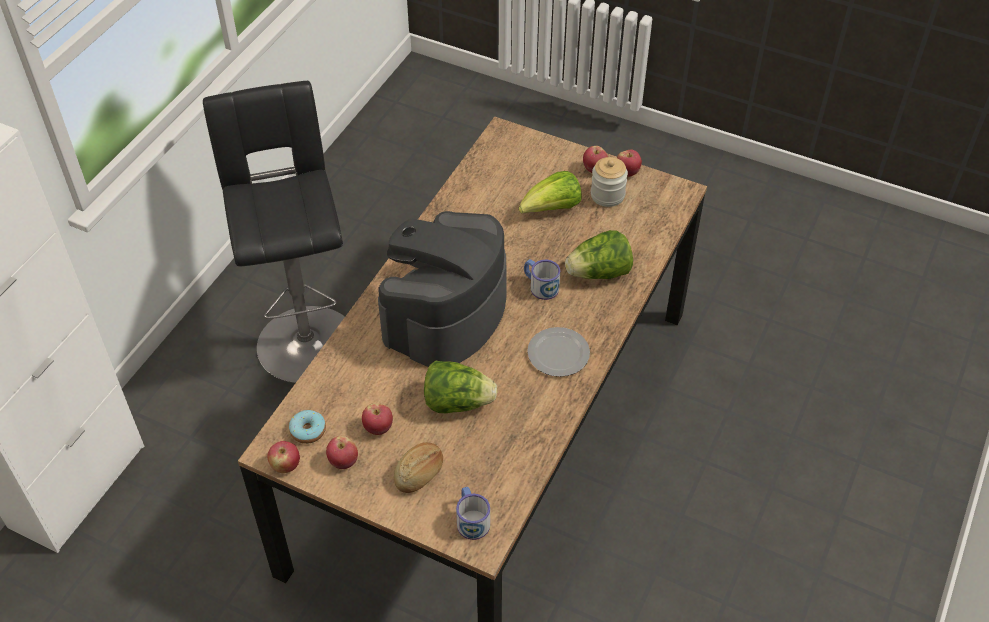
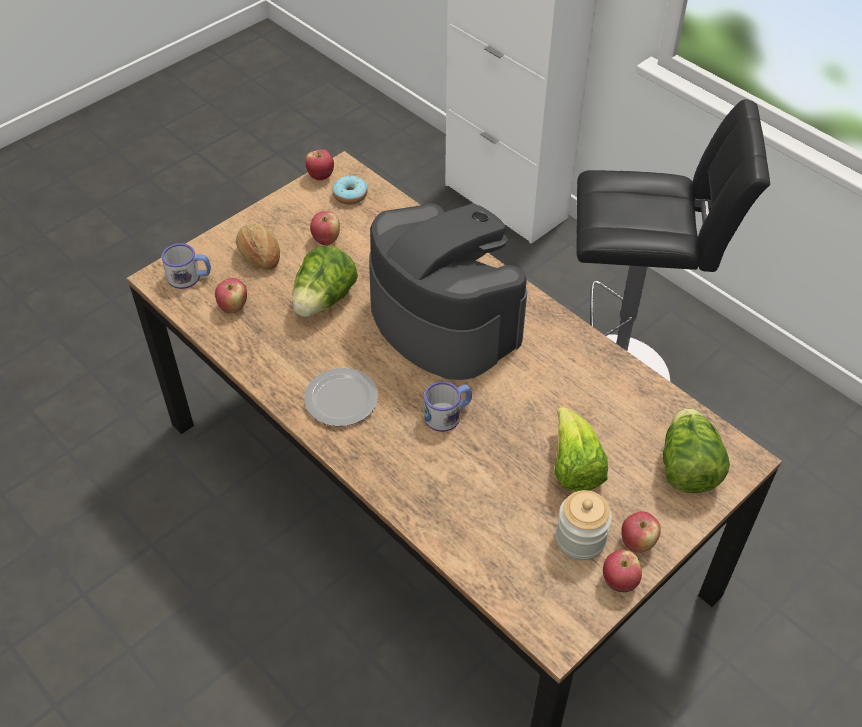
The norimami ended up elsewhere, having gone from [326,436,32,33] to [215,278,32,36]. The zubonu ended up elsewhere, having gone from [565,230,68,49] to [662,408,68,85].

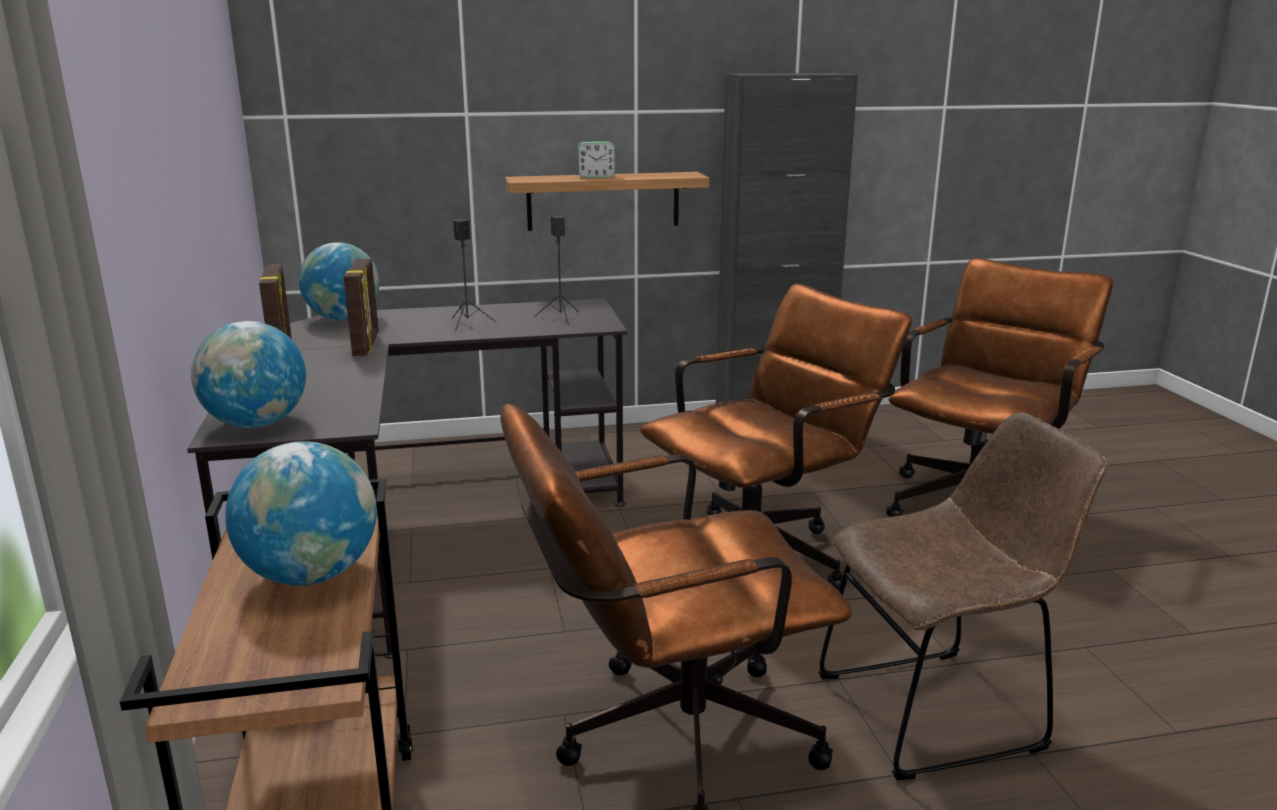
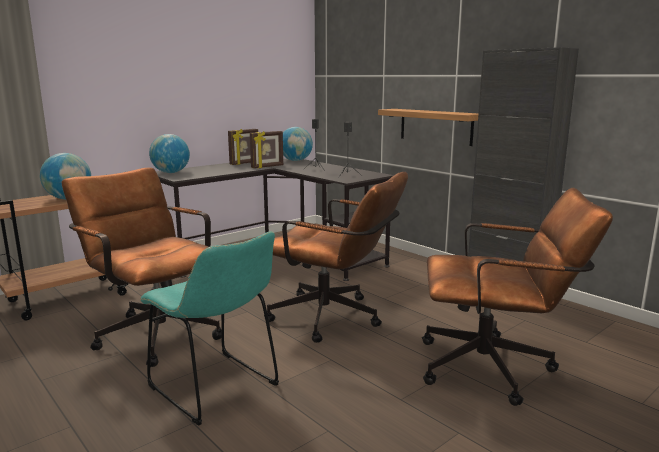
The second view lost the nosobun at [577,141,38,37]. What was the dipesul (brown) at [818,412,289,369] turned into the dipesul (turquoise) at [140,231,139,195].

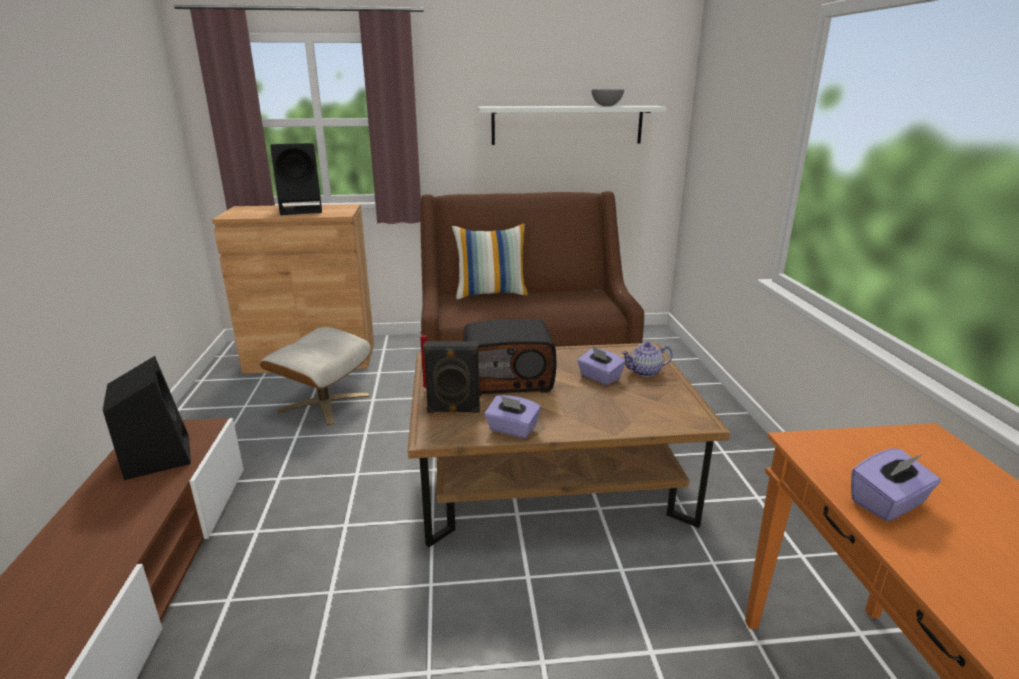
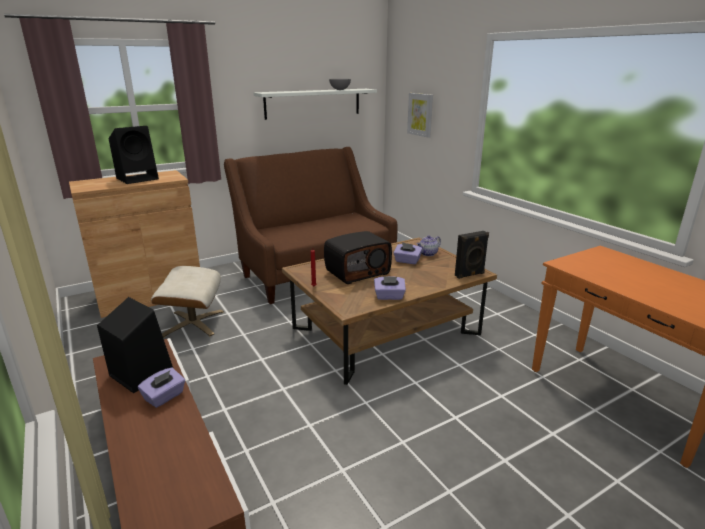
The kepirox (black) ended up elsewhere, having gone from [423,341,57,72] to [455,231,34,48]. The second view lost the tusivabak at [452,223,77,76]. The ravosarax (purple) ended up elsewhere, having gone from [851,449,90,72] to [138,367,47,41]. The second view gained the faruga at [407,93,26,45].

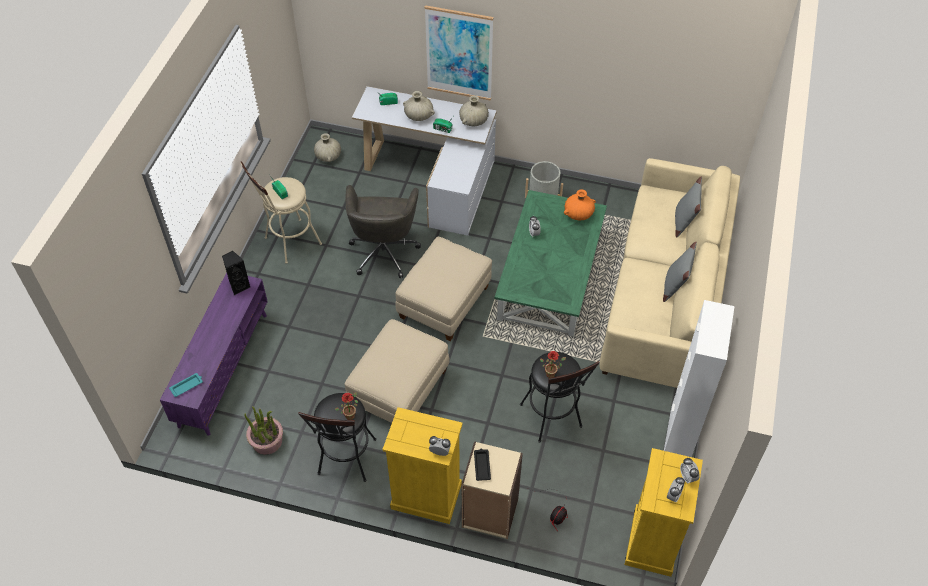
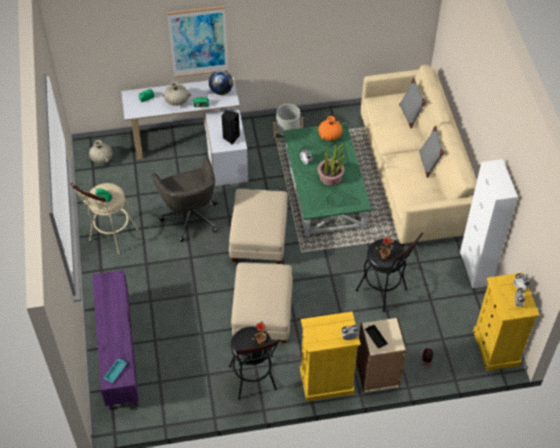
The kepirox (black) ended up elsewhere, having gone from [222,251,28,44] to [221,110,19,34]. The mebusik ended up elsewhere, having gone from [244,406,39,49] to [318,144,27,42]. Where the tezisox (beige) stood at [459,95,30,31], the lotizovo came to stand at [209,70,24,25].

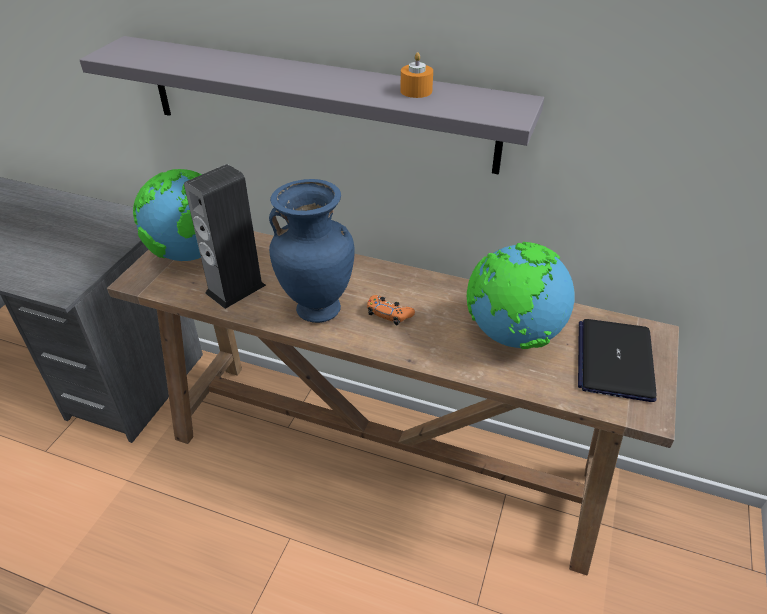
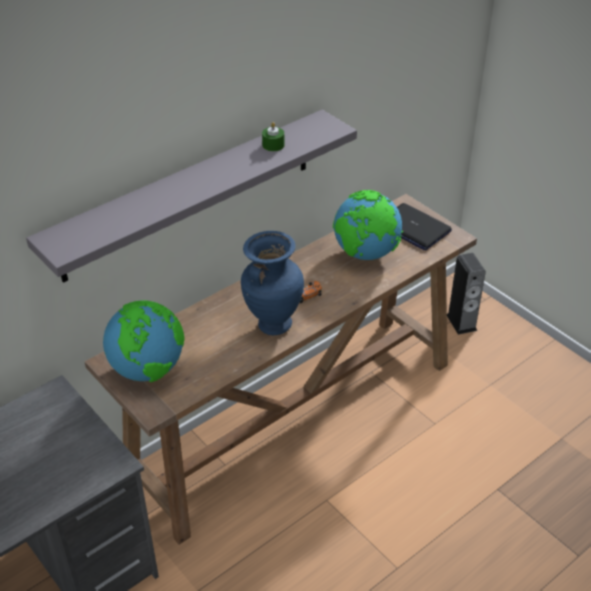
The kepirox ended up elsewhere, having gone from [184,164,82,145] to [447,253,39,82]. What was the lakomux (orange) at [400,52,33,46] turned into the lakomux (green) at [262,122,22,29].

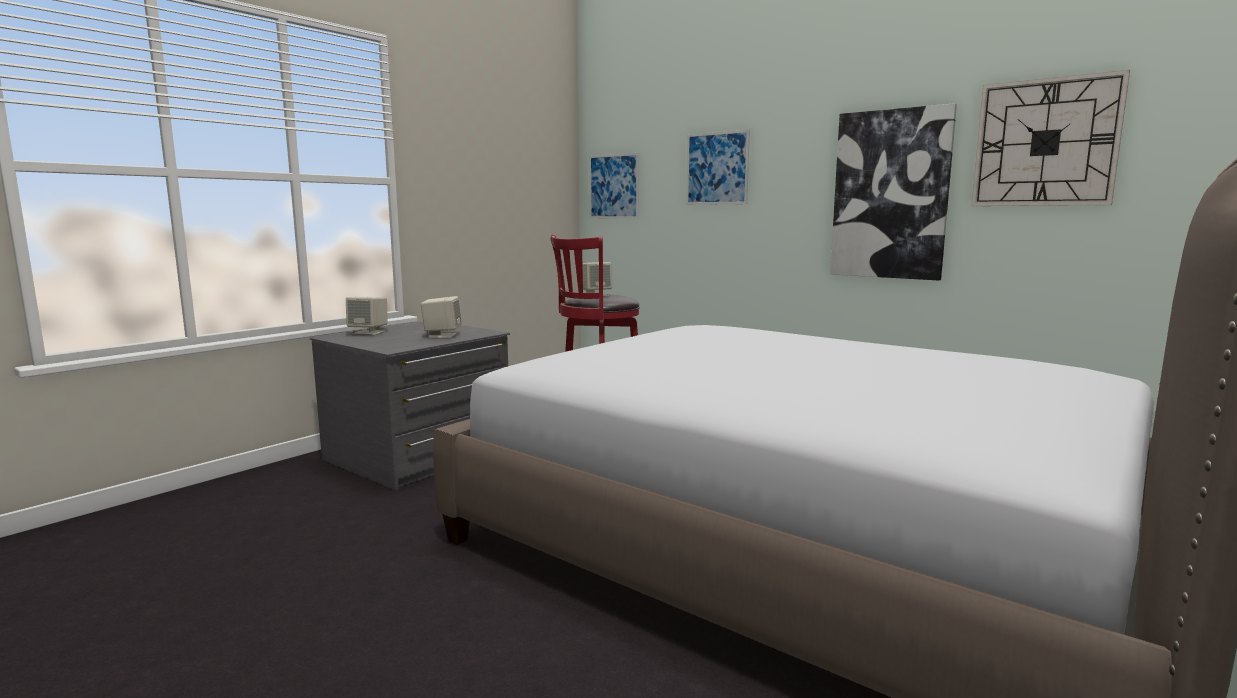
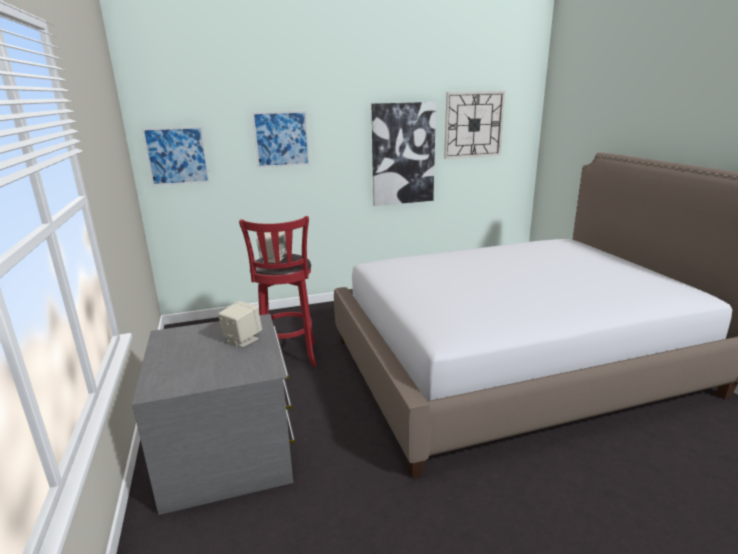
The second view lost the kepirox (beige) at [346,297,42,38].

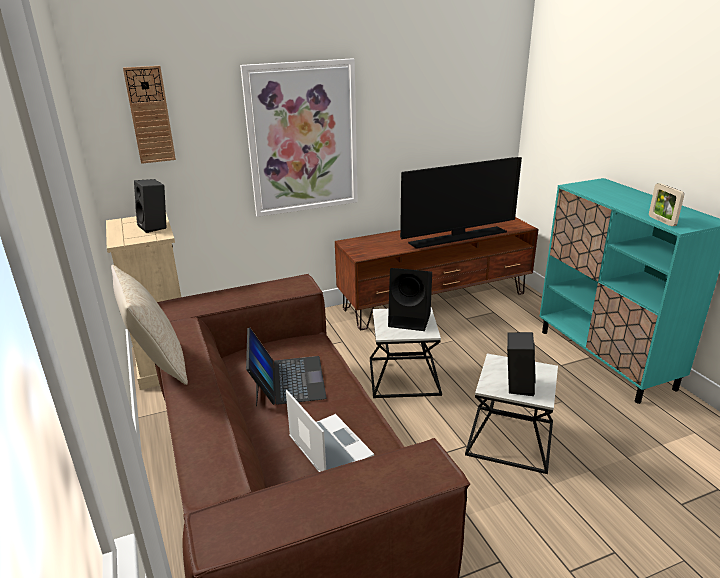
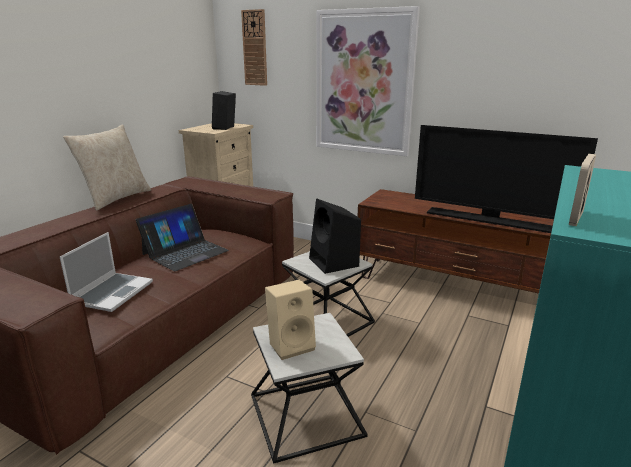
What was the kepirox (black) at [507,332,28,64] turned into the kepirox (beige) at [265,280,51,80].

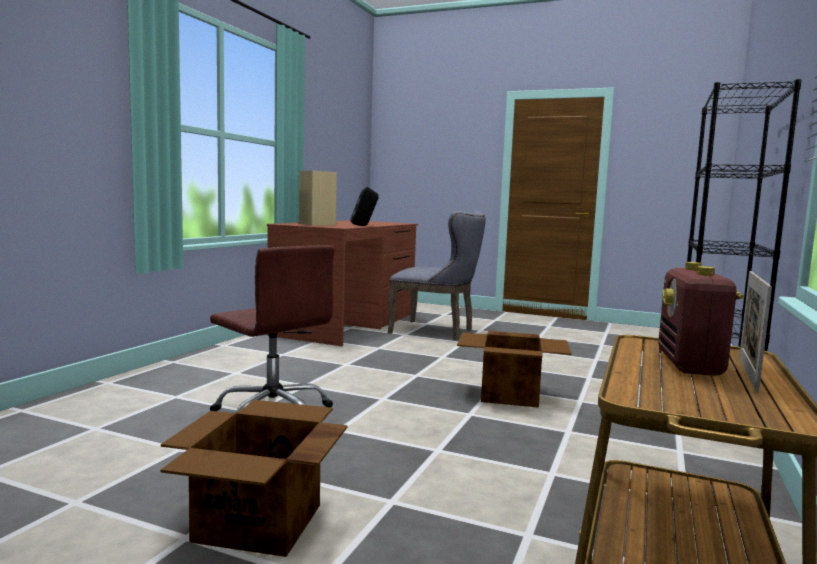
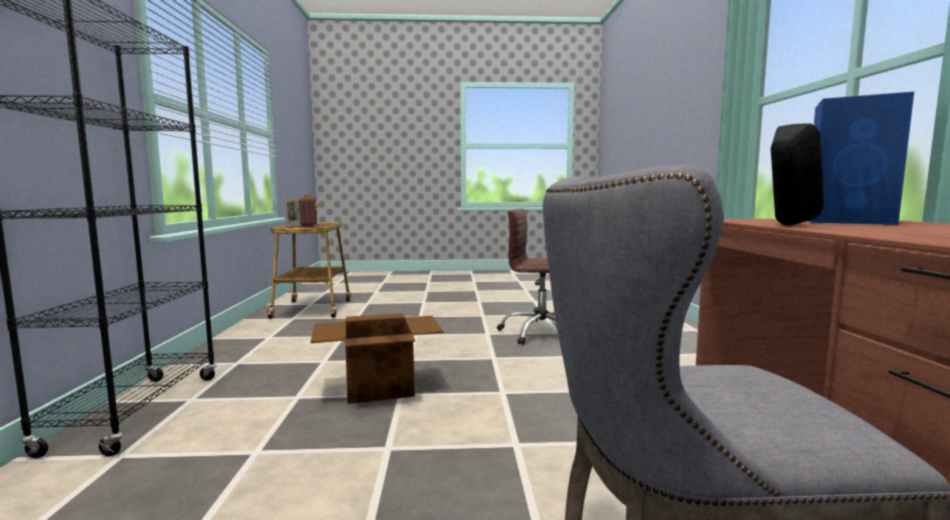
The second view lost the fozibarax at [160,400,187,157]. What was the kepirox (beige) at [299,171,38,54] turned into the kepirox (blue) at [809,92,105,133].

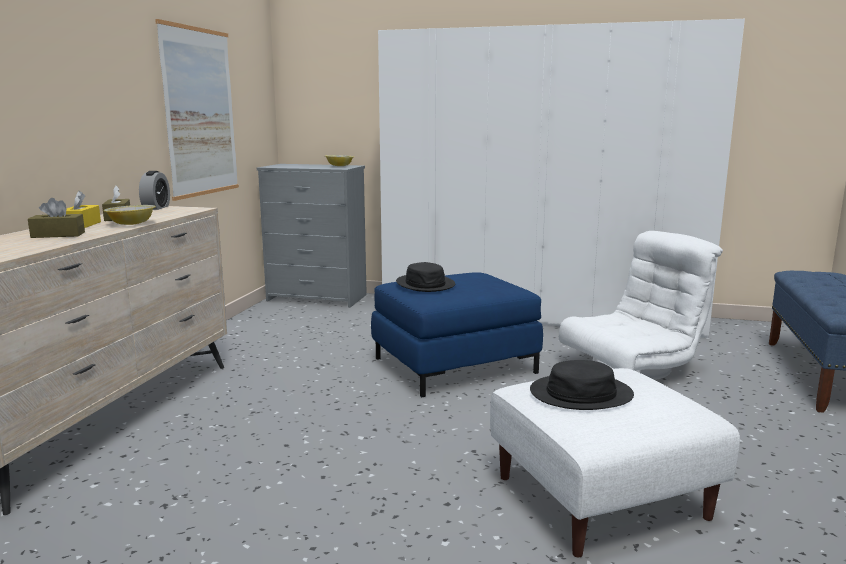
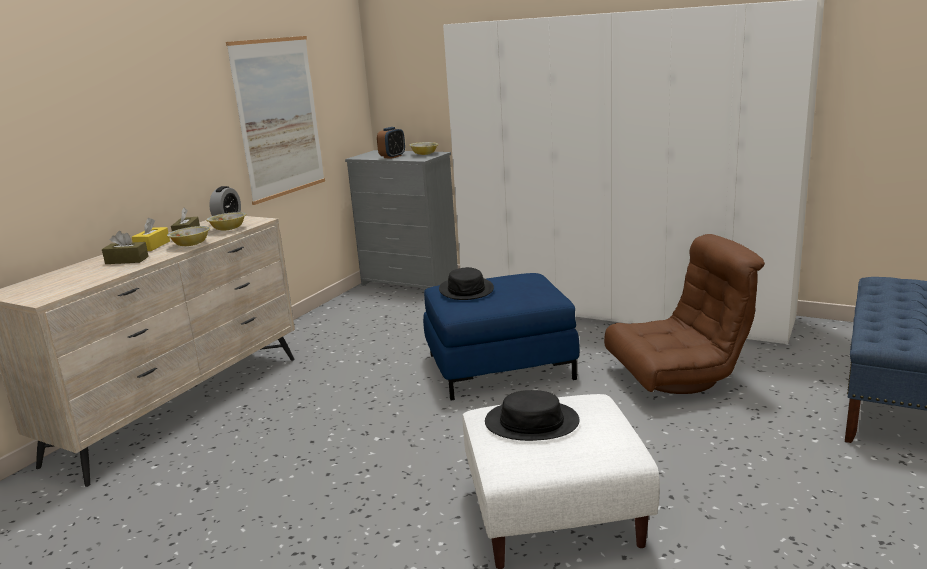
What was the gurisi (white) at [559,231,164,149] turned into the gurisi (brown) at [604,234,161,160]. The second view gained the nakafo at [206,212,40,18]. The second view gained the nosobun at [377,127,28,32].

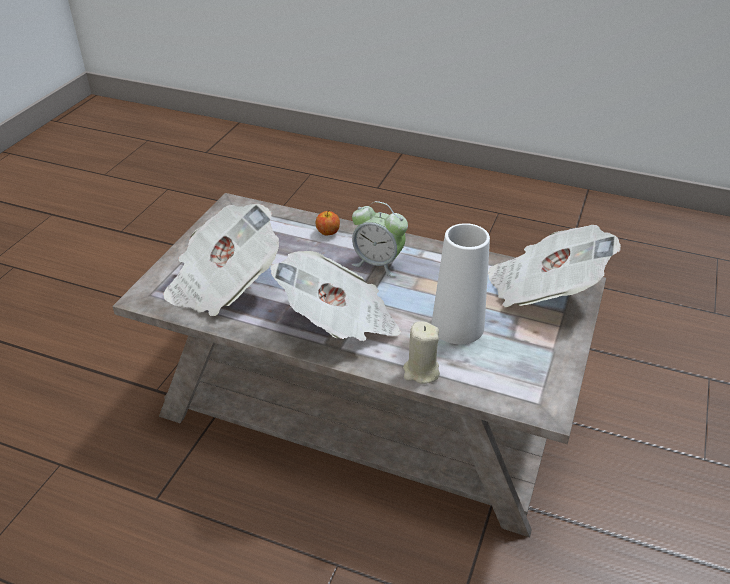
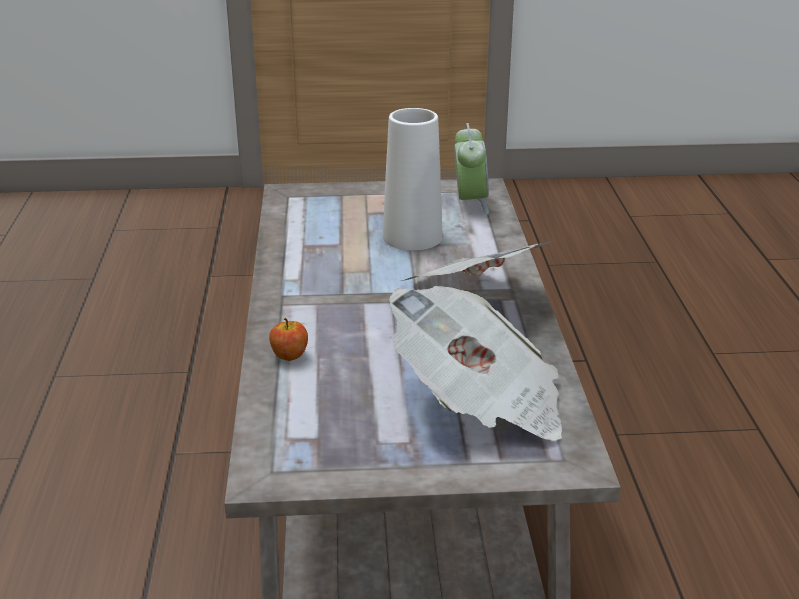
The nosobun ended up elsewhere, having gone from [352,201,56,76] to [454,123,35,92]. The second view lost the lakomux (beige) at [403,321,37,63]. The second view lost the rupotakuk at [488,225,133,82].

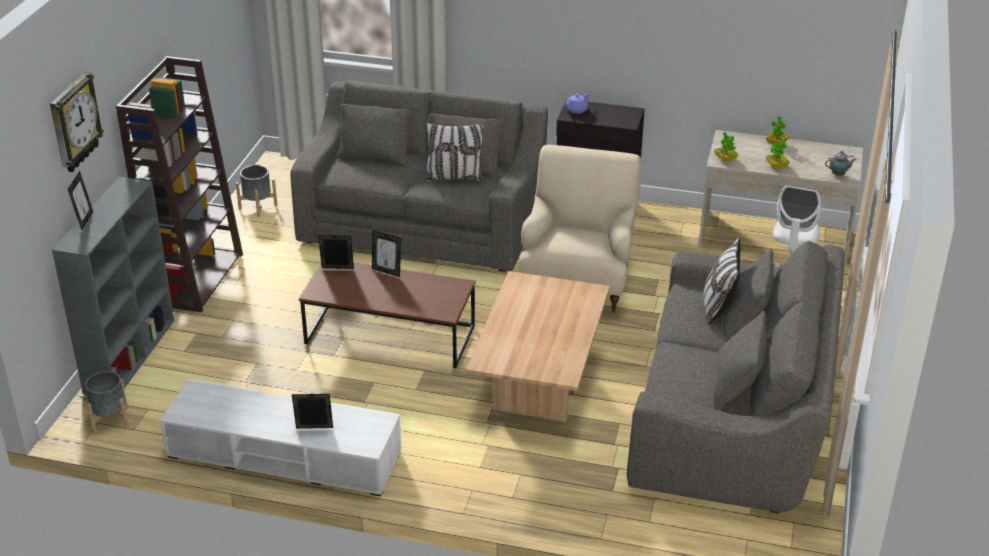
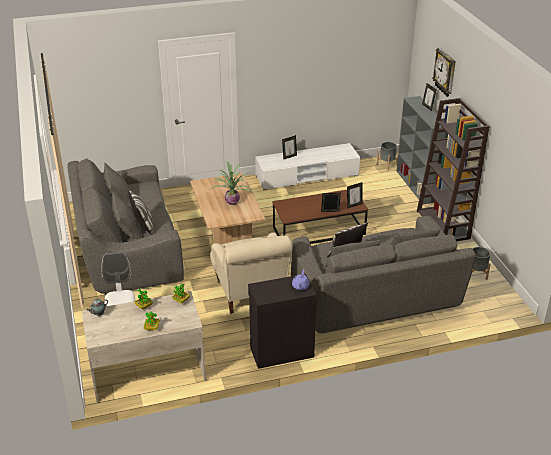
The second view gained the mebusik at [211,161,41,44].

